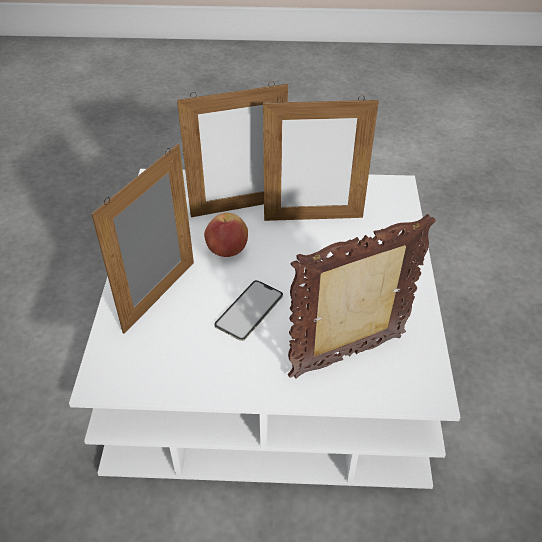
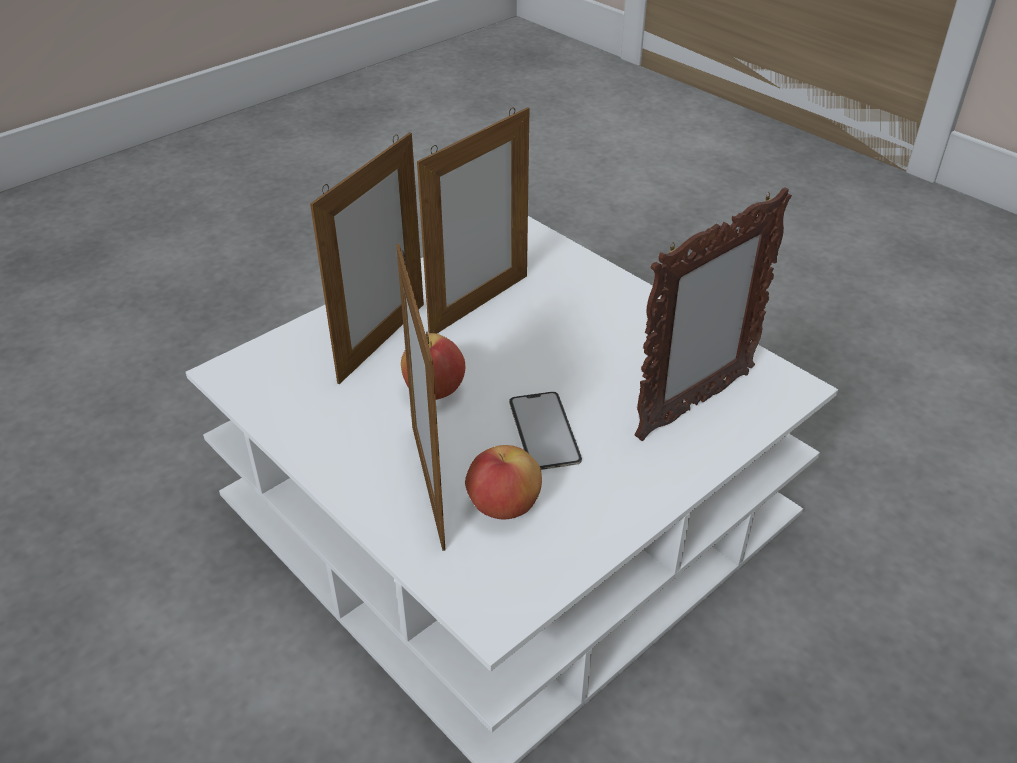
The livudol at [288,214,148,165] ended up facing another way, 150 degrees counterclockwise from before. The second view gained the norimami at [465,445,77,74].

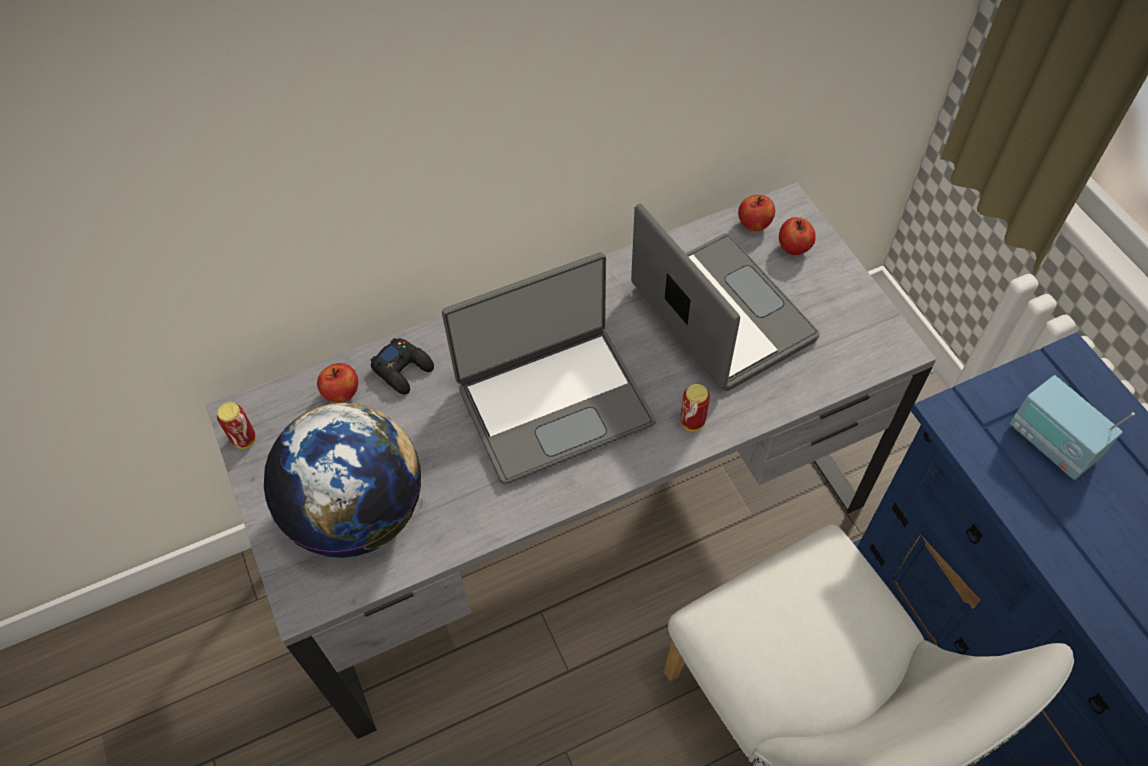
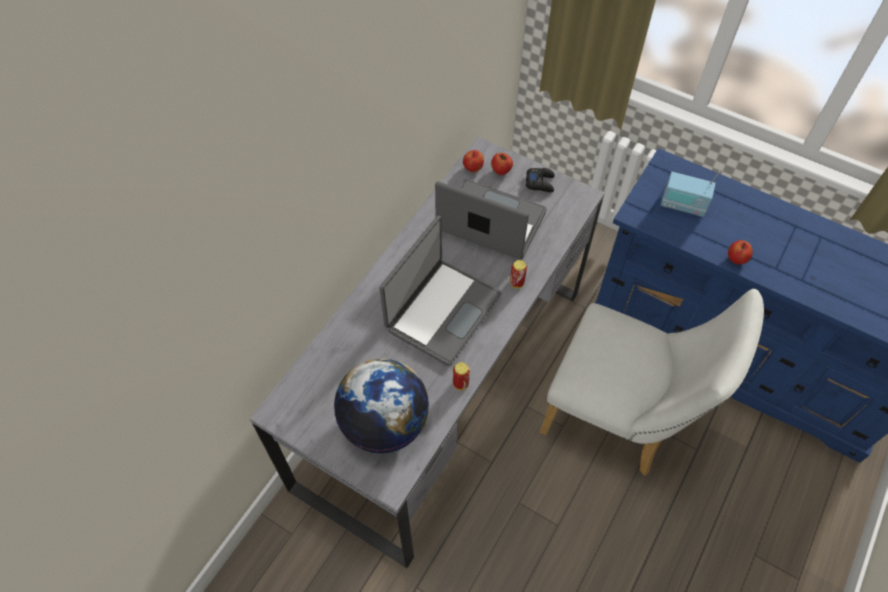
The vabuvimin ended up elsewhere, having gone from [217,402,39,47] to [453,362,17,28]. The norimami ended up elsewhere, having gone from [317,363,41,40] to [728,240,25,24]. The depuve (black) ended up elsewhere, having gone from [370,338,64,57] to [526,168,29,24].

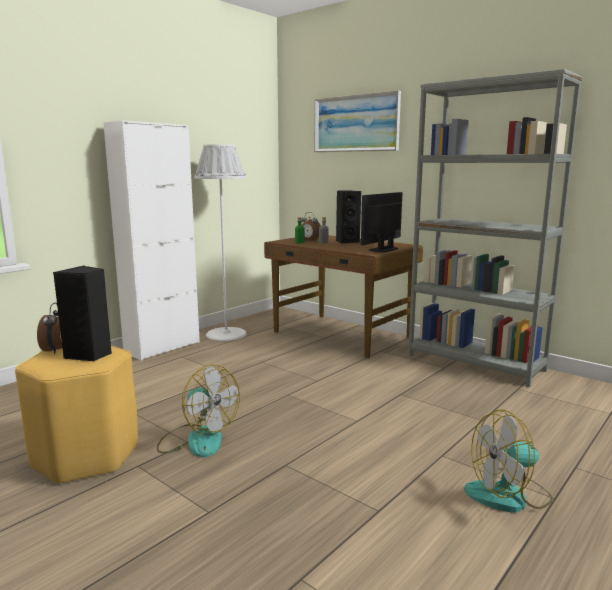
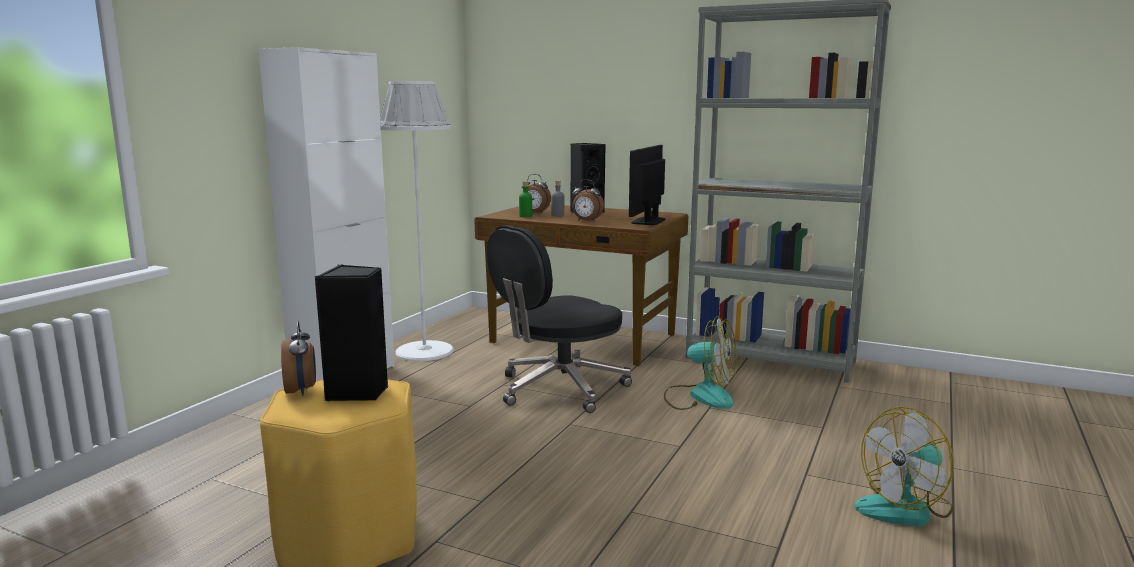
The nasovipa ended up elsewhere, having gone from [157,365,83,92] to [664,316,73,94]. The second view lost the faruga at [314,91,87,61]. The second view gained the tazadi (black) at [487,225,145,188]. The second view gained the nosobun at [572,179,32,43].

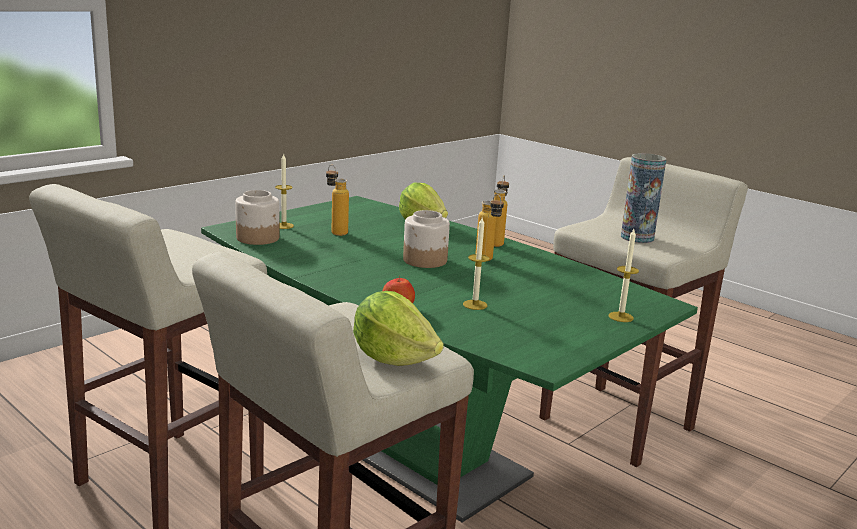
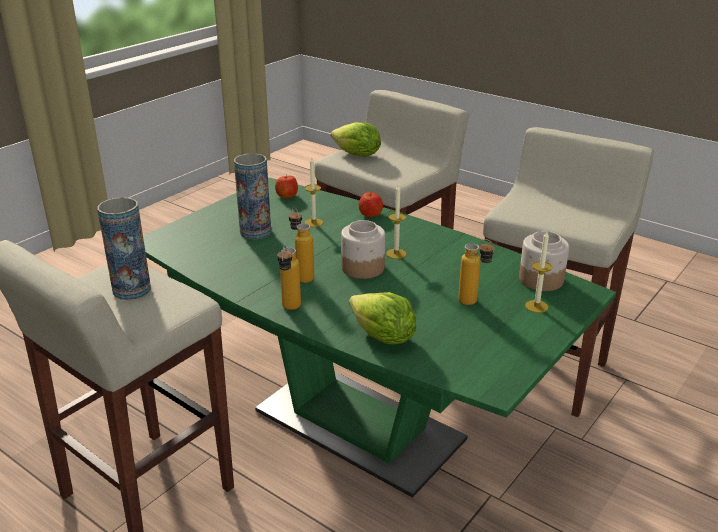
The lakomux ended up elsewhere, having gone from [609,229,30,93] to [386,185,21,74]. The second view gained the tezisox at [234,153,37,86]. The second view gained the norimami at [275,174,23,24].

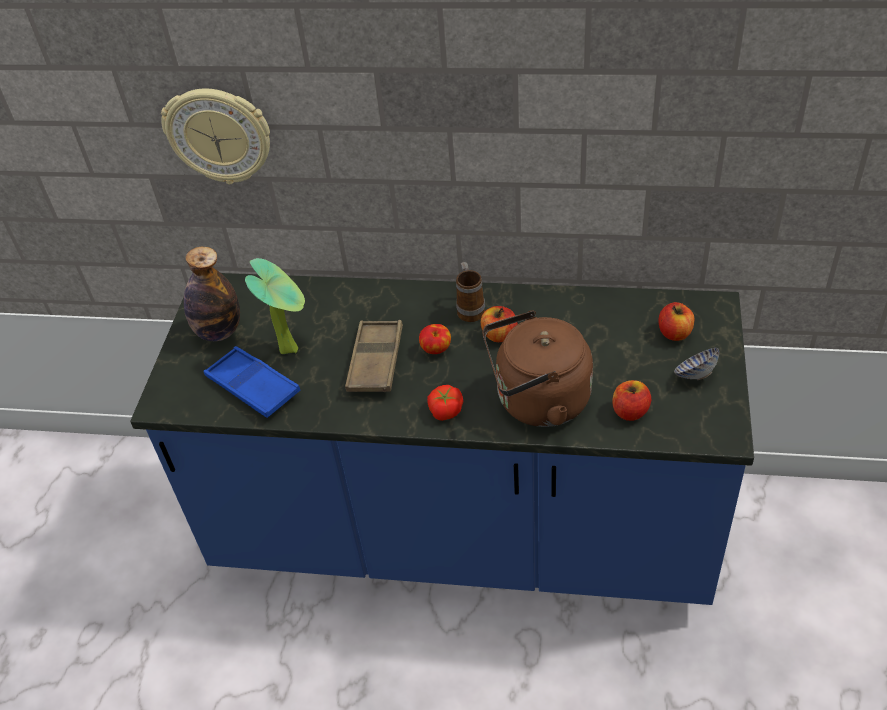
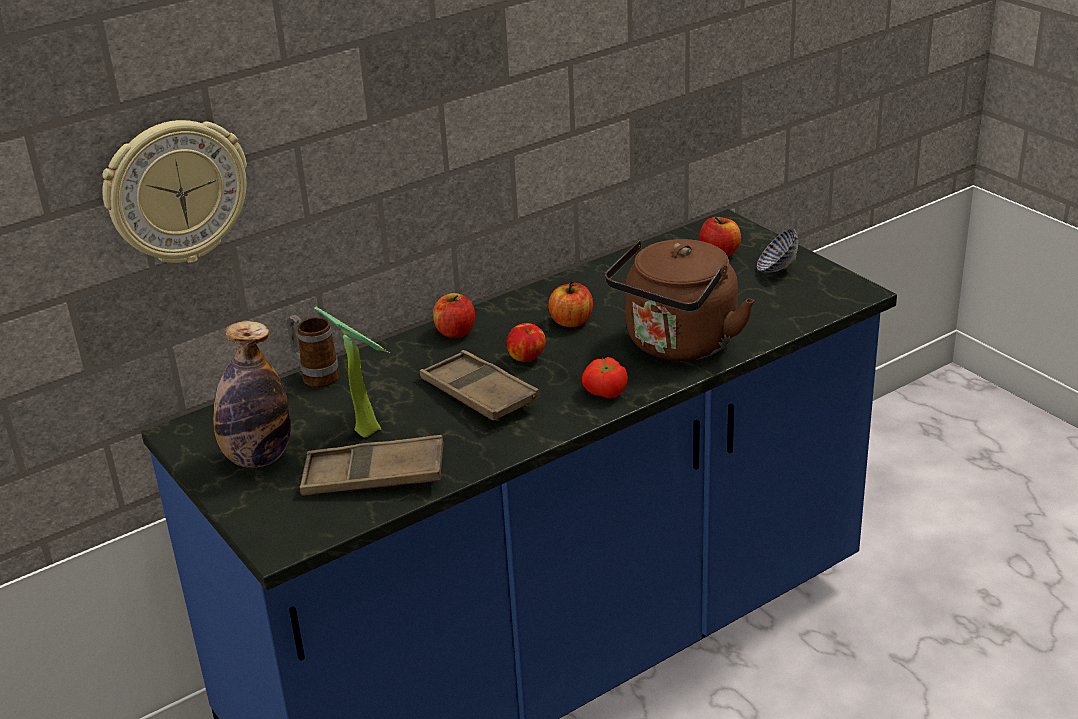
What was the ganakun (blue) at [204,346,96,72] turned into the ganakun (brown) at [299,435,145,61]. The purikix ended up elsewhere, having gone from [456,262,29,60] to [286,315,53,72]. The norimami ended up elsewhere, having gone from [612,380,39,41] to [433,293,42,45].

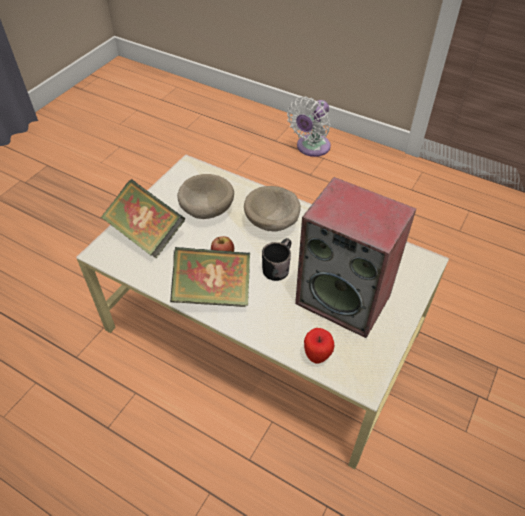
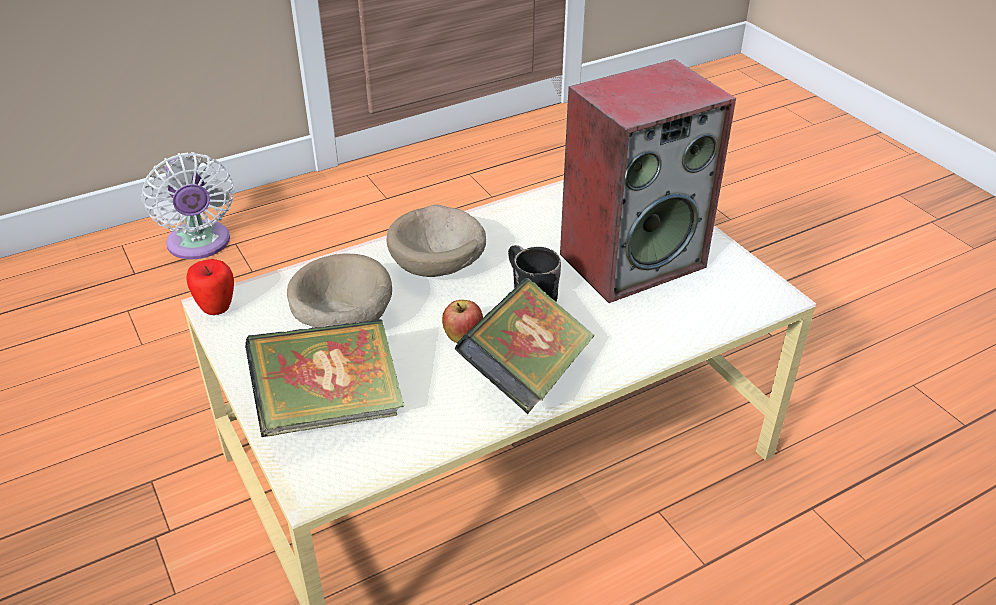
The norimami ended up elsewhere, having gone from [304,328,30,35] to [187,259,47,56].

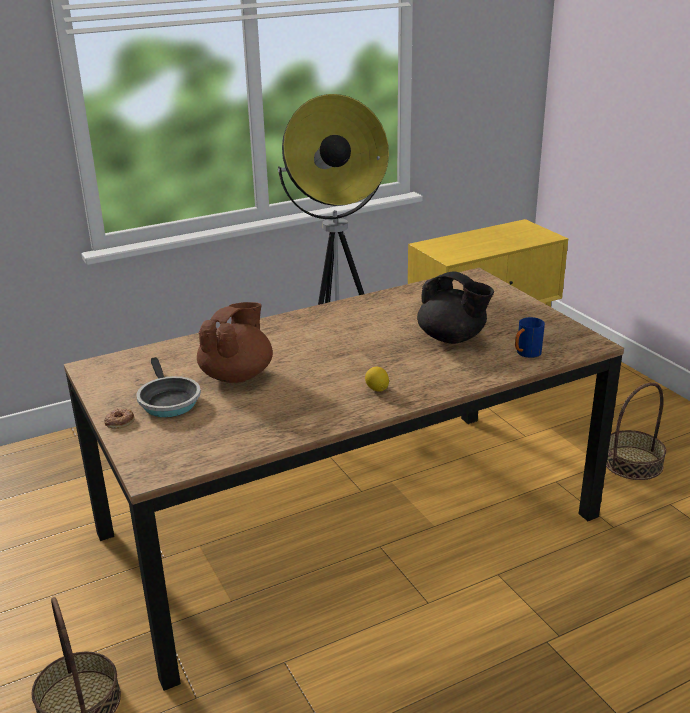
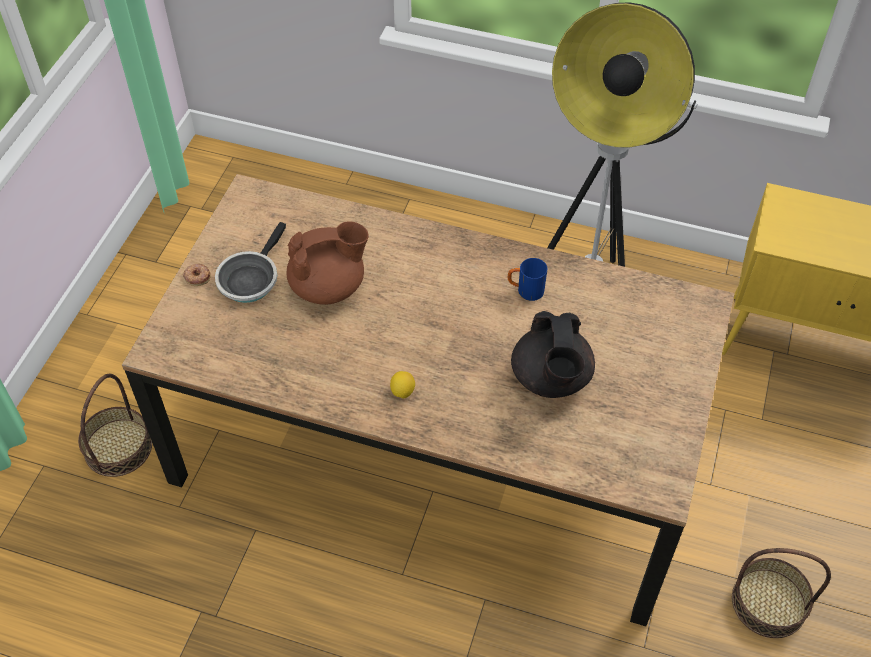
The purikix (blue) ended up elsewhere, having gone from [515,317,30,41] to [508,258,39,43].

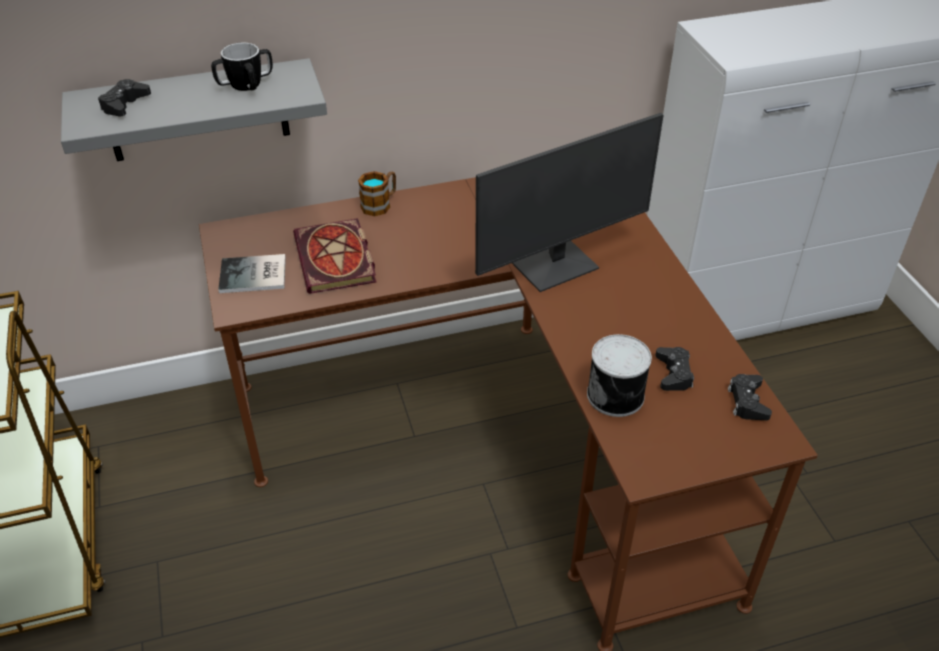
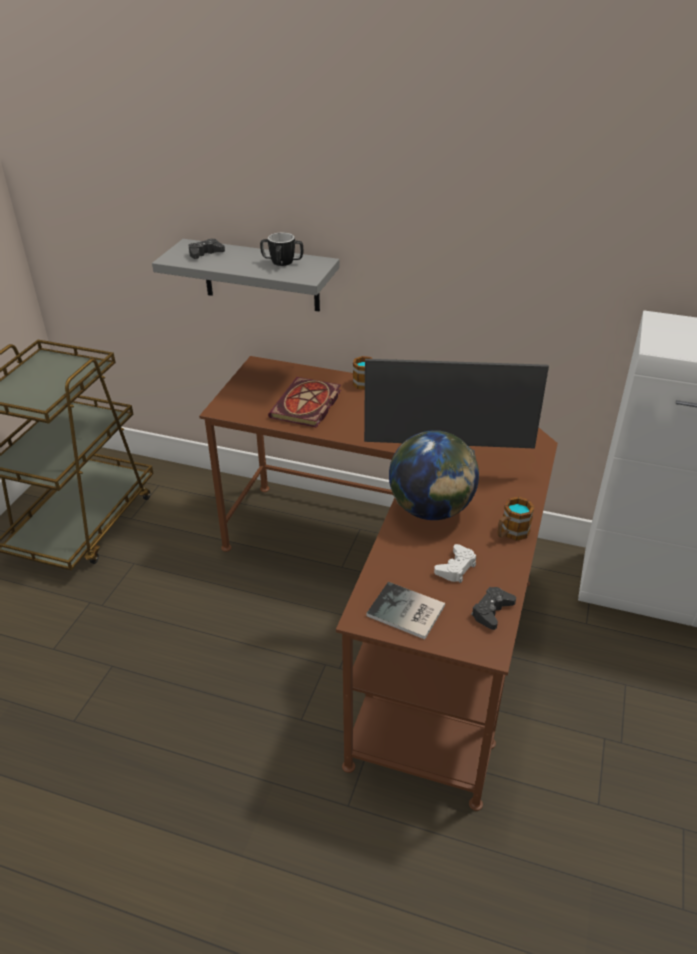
The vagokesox ended up elsewhere, having gone from [218,254,68,39] to [366,582,79,57]. The second view lost the vabuvimin at [587,334,65,83]. What was the depuve (black) at [655,347,39,44] turned into the depuve (white) at [434,544,42,39]. The second view gained the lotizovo at [389,430,90,90]. The second view gained the purikix at [497,497,37,44].

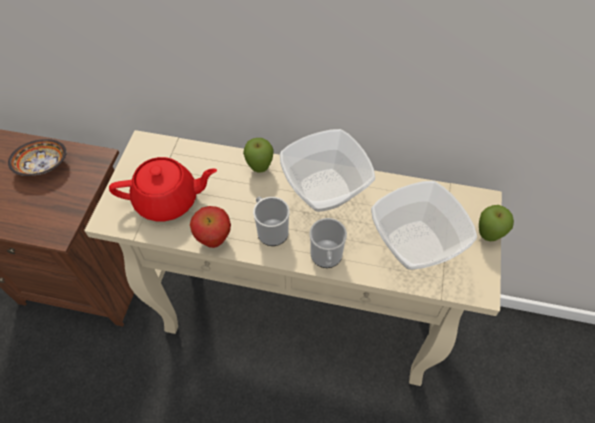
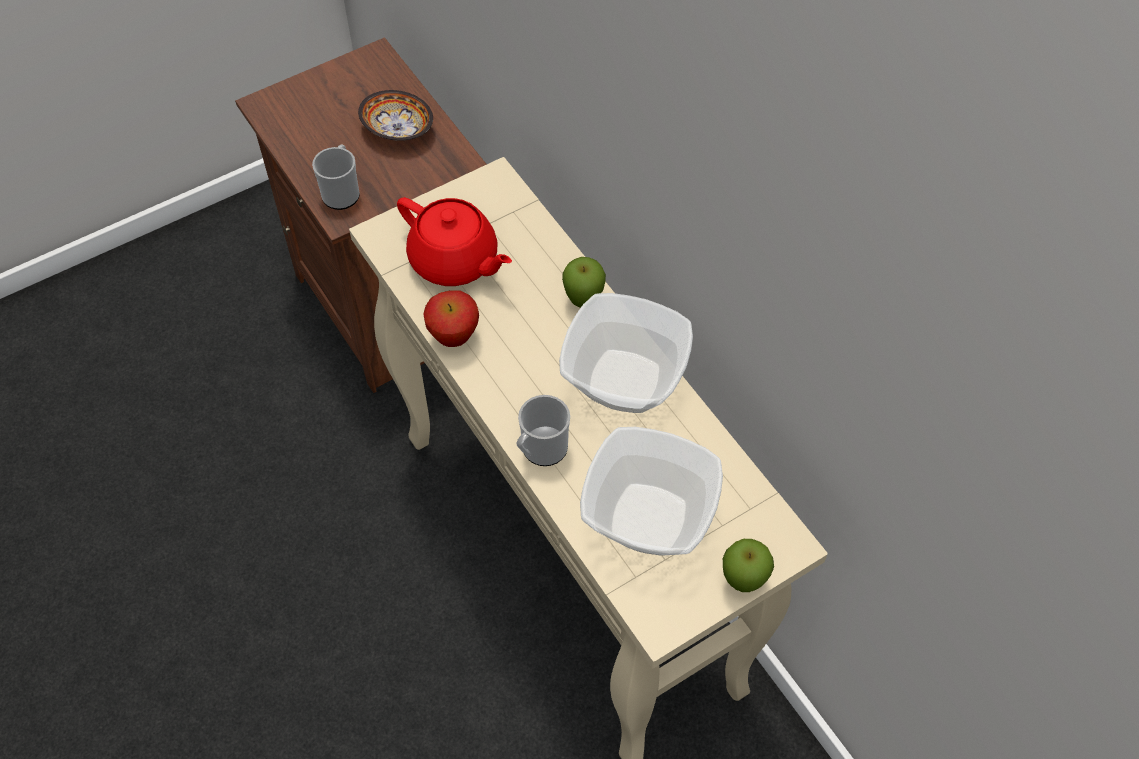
The purikix ended up elsewhere, having gone from [253,197,37,49] to [312,144,48,66].

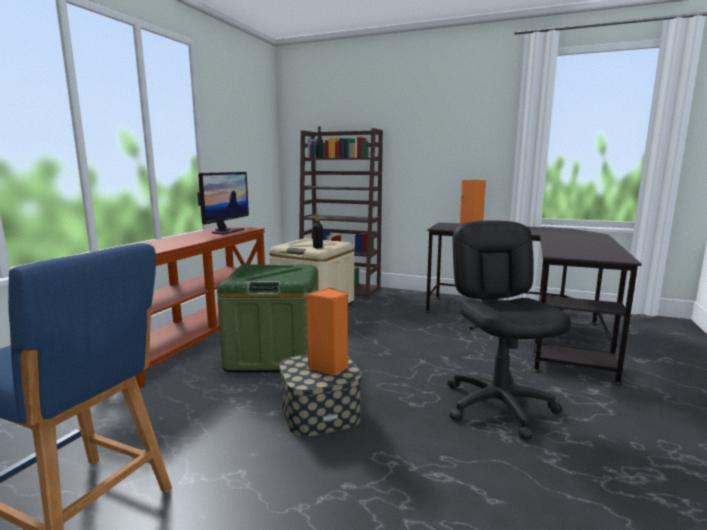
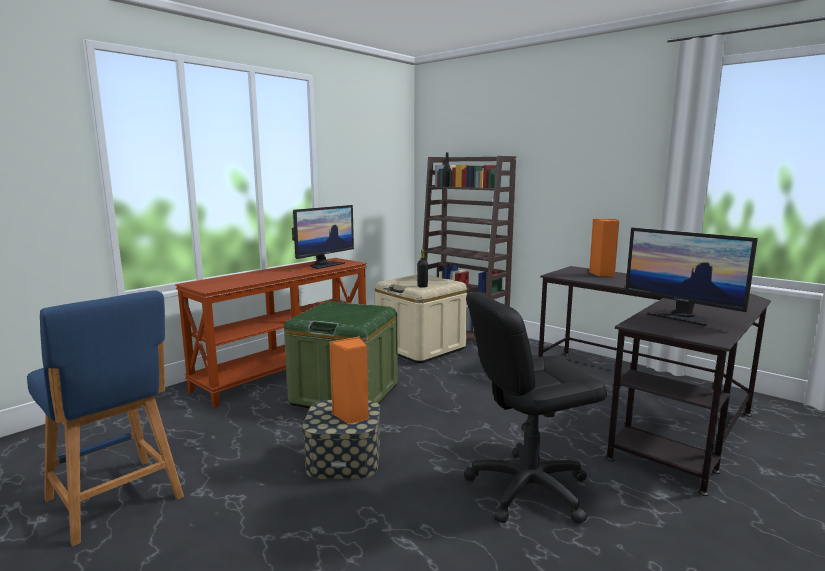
The tazadi (black) at [448,220,123,220] ended up facing another way, 120 degrees counterclockwise from before. The second view gained the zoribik at [625,228,133,98].

